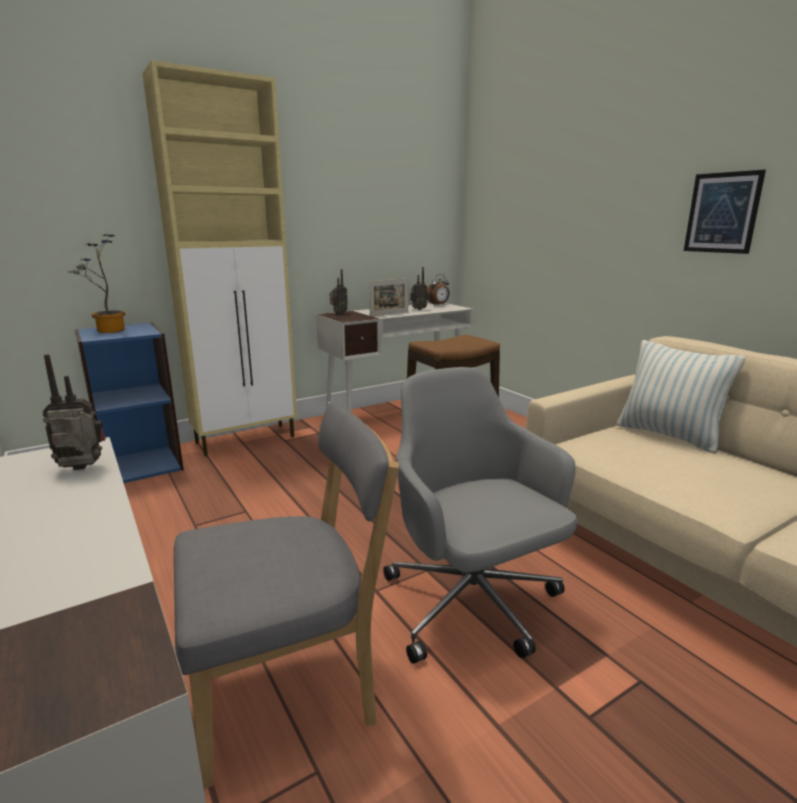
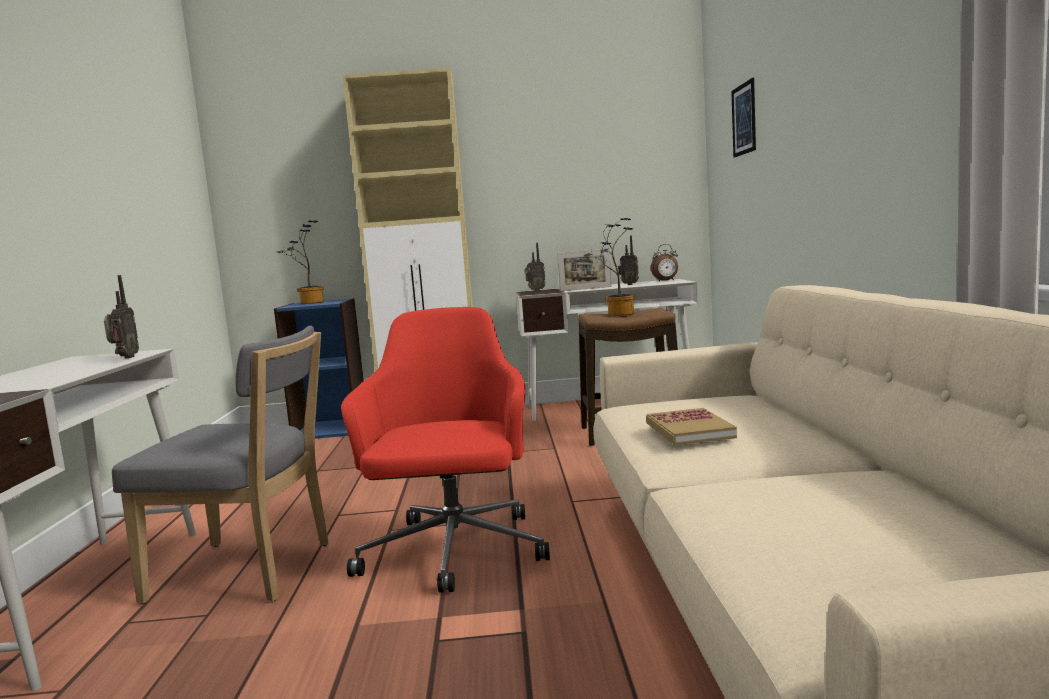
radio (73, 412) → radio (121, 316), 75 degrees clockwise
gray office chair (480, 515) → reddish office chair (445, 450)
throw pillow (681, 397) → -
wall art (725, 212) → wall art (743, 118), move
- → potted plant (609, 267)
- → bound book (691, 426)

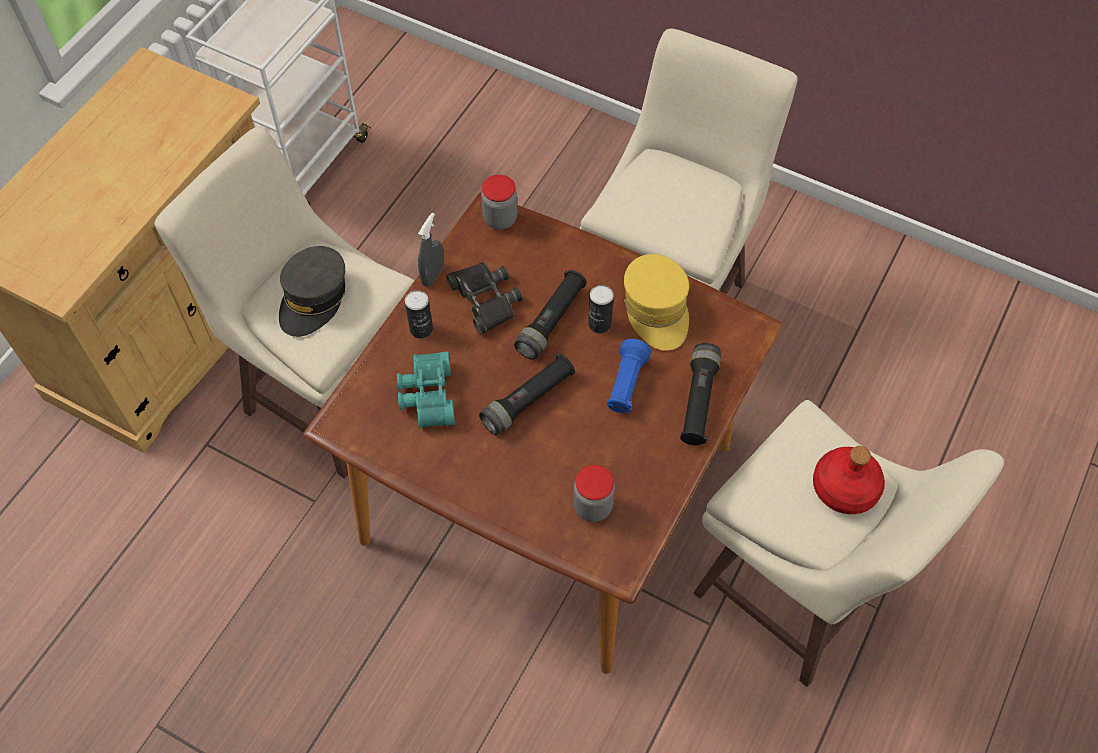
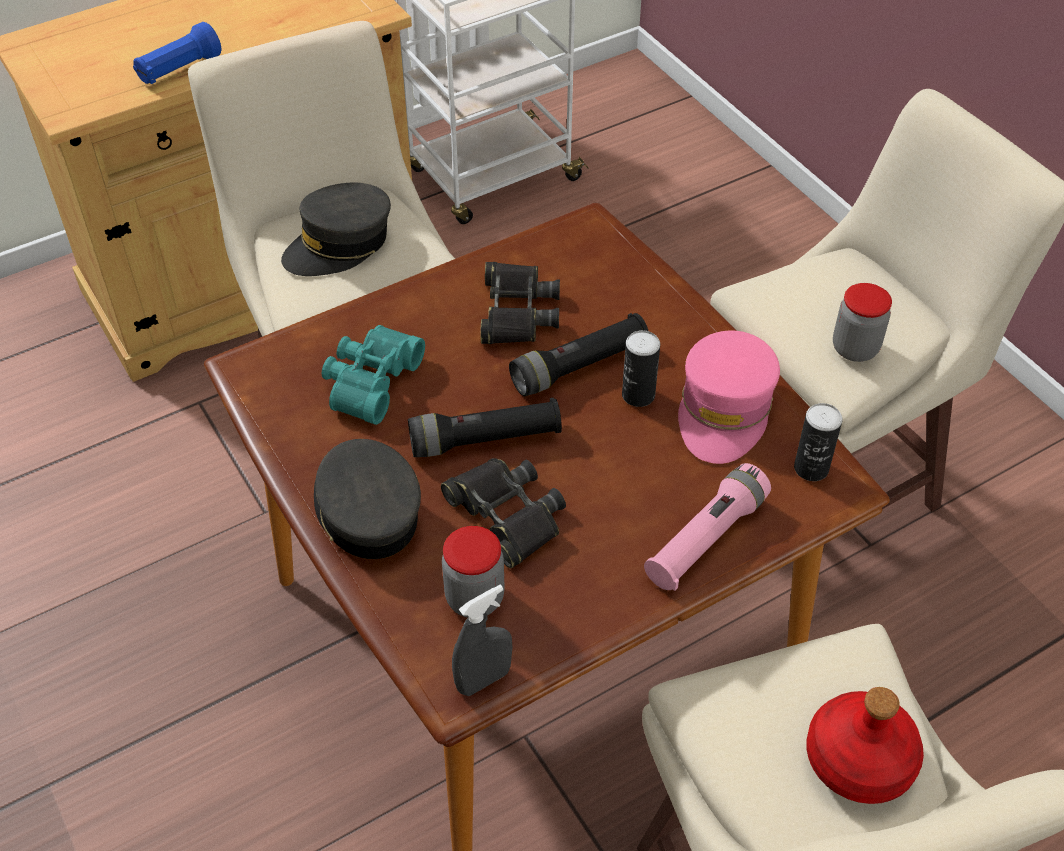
can (419, 314) → can (818, 442), move
gray spray bottle (431, 250) → gray spray bottle (482, 640), move
jar (499, 202) → jar (862, 322), move
blue-coloured torch (629, 376) → blue-coloured torch (177, 53), move
yellow-coloured peaked cap (656, 302) → pink-coloured peaked cap (729, 397)
blackish torch (700, 394) → pink-coloured torch (707, 527)
- → gray peaked cap (367, 499)
- → blackish binoculars (503, 513)

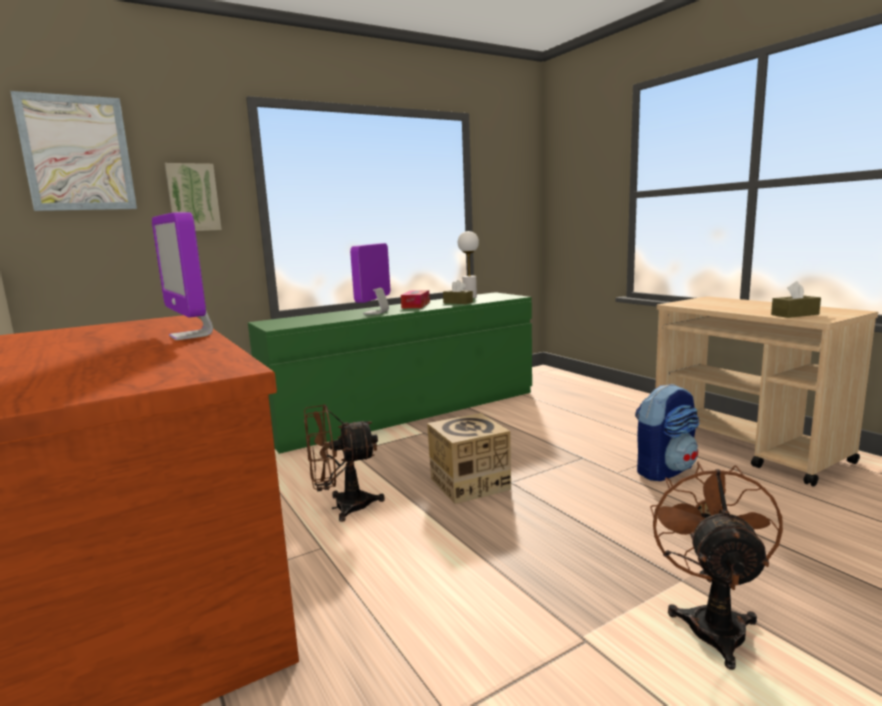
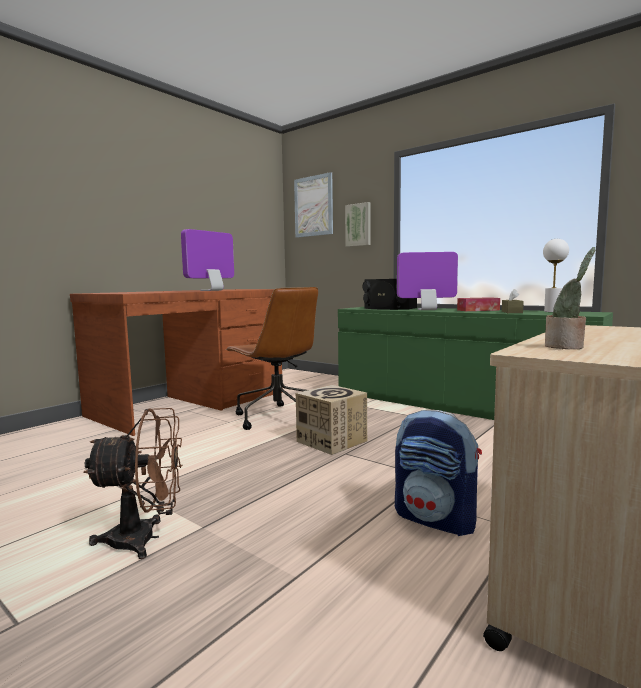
brown cooling fan (344, 463) → brown office chair (272, 358)
brown tissue box (796, 299) → potted plant (570, 298)
- → blackish speaker (389, 294)

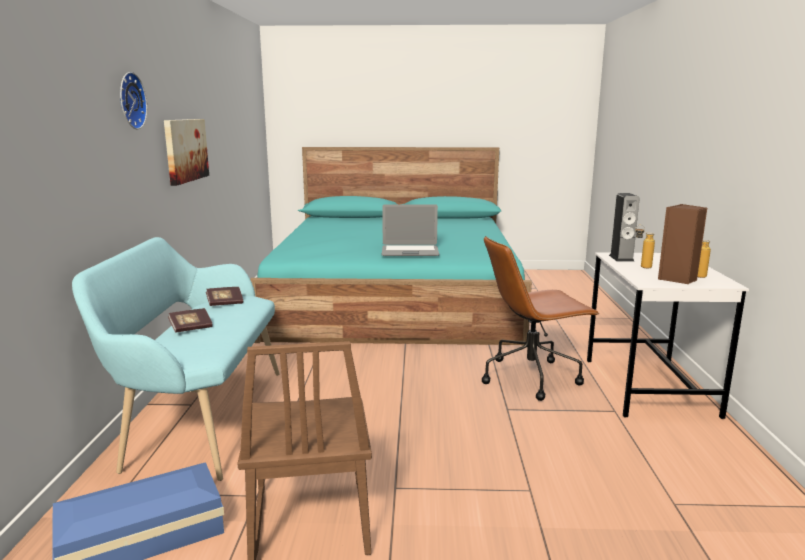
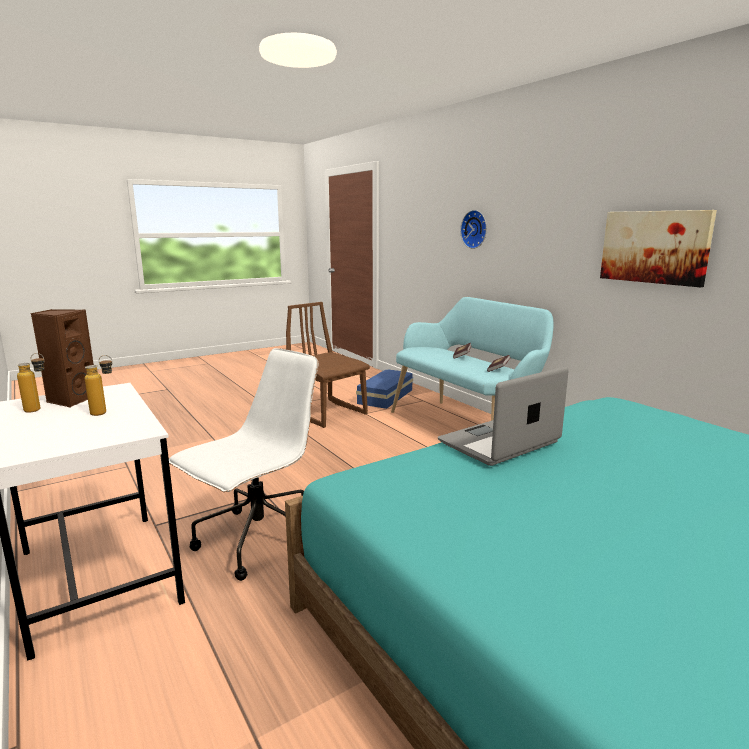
clock on the wall (133, 100) → clock on the wall (473, 229), move
brown office chair (541, 318) → white office chair (243, 464)
speaker (624, 227) → -

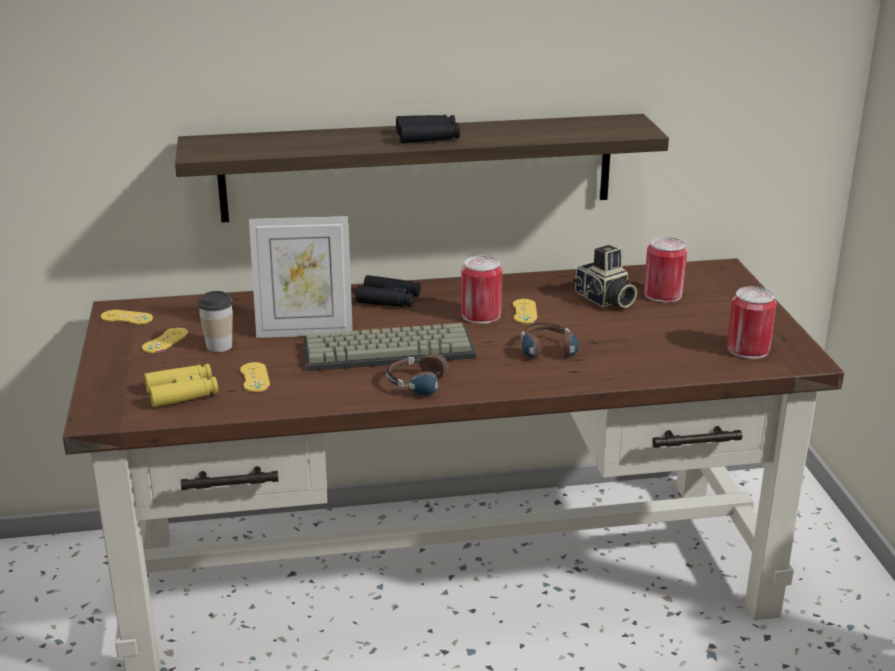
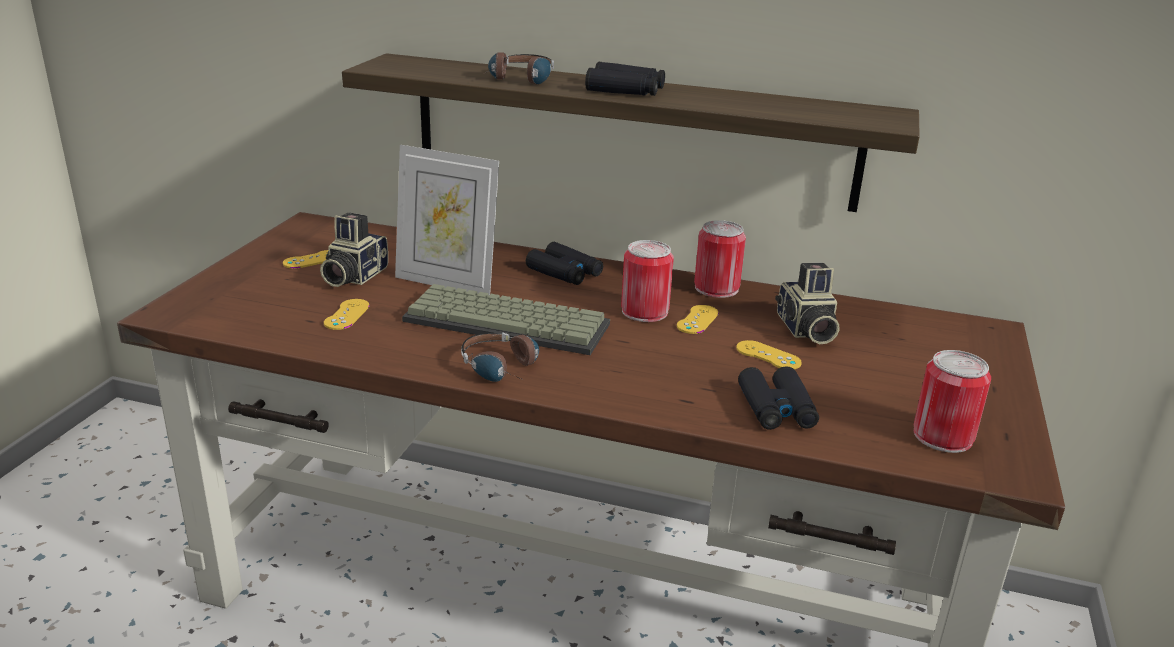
yellow-coloured game controller (127, 317) → yellow-coloured game controller (769, 354), move
yellow-coloured binoculars (181, 385) → -
drinking cup (215, 321) → still camera (354, 249)
pair of headphones (550, 343) → pair of headphones (519, 68), move
can (665, 270) → can (720, 259), move
- → blackish binoculars (778, 398)

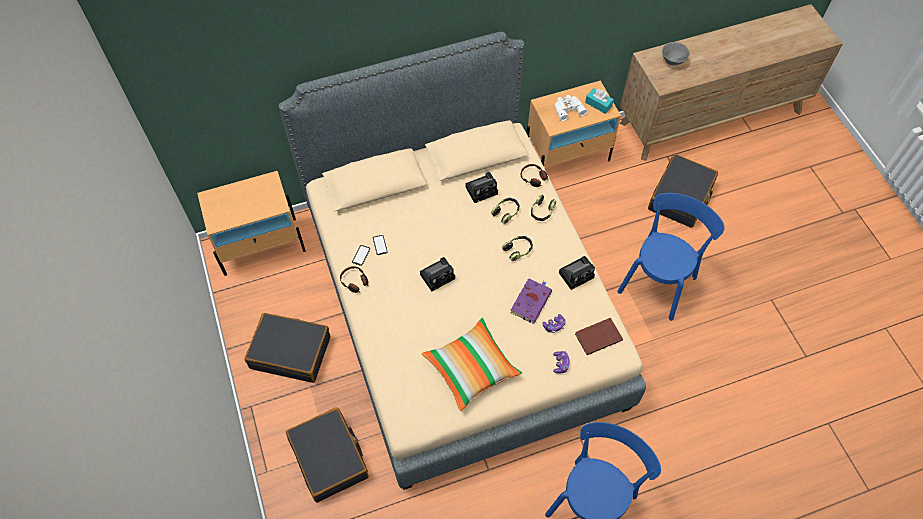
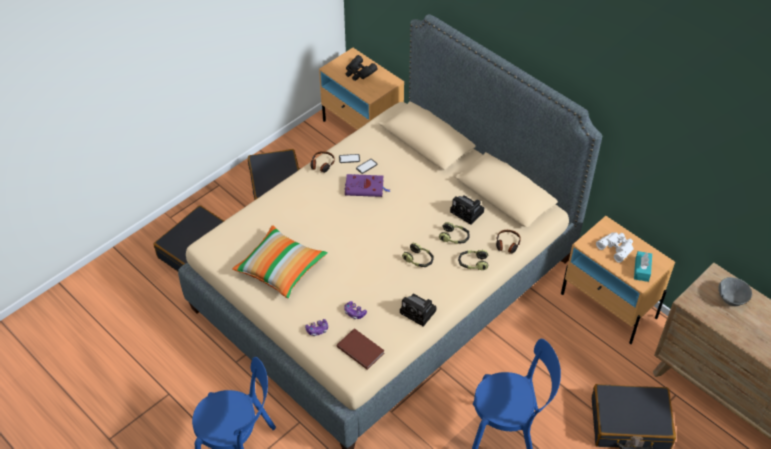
still camera (437, 274) → -
purplish bound book (531, 301) → purplish bound book (367, 185), move
- → blackish binoculars (362, 68)

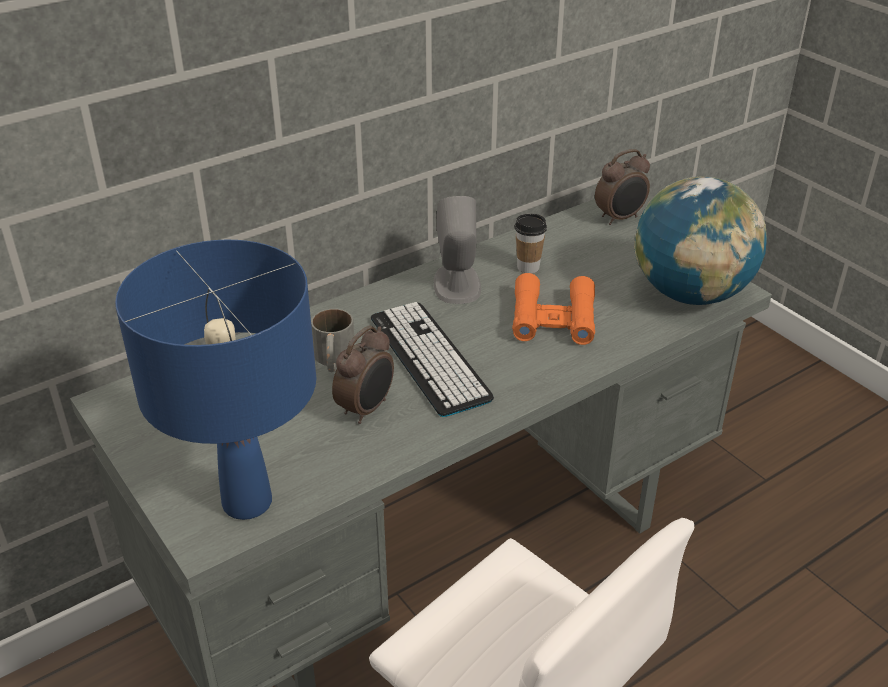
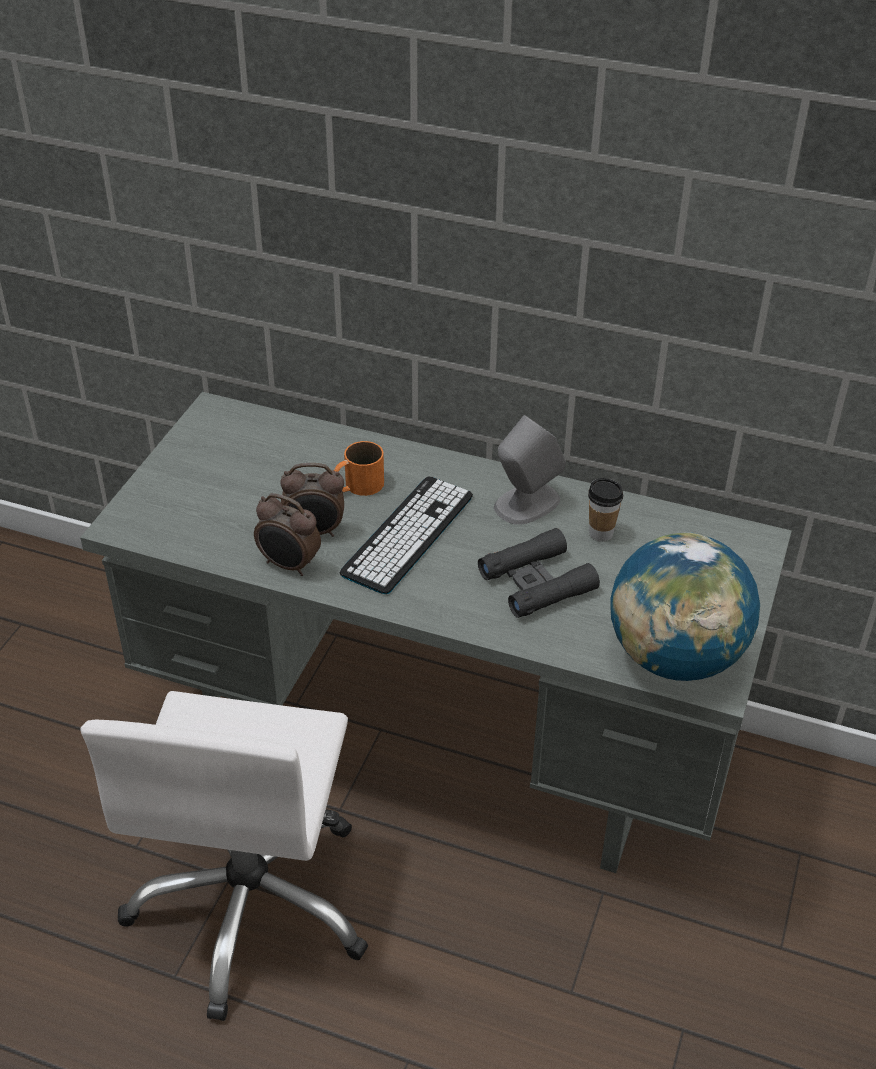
blue-coloured tabletop lamp (215, 380) → -
gray coffee mug (333, 340) → orange coffee mug (358, 468)
orange binoculars (553, 309) → blackish binoculars (539, 573)
alarm clock (622, 187) → alarm clock (287, 534), move

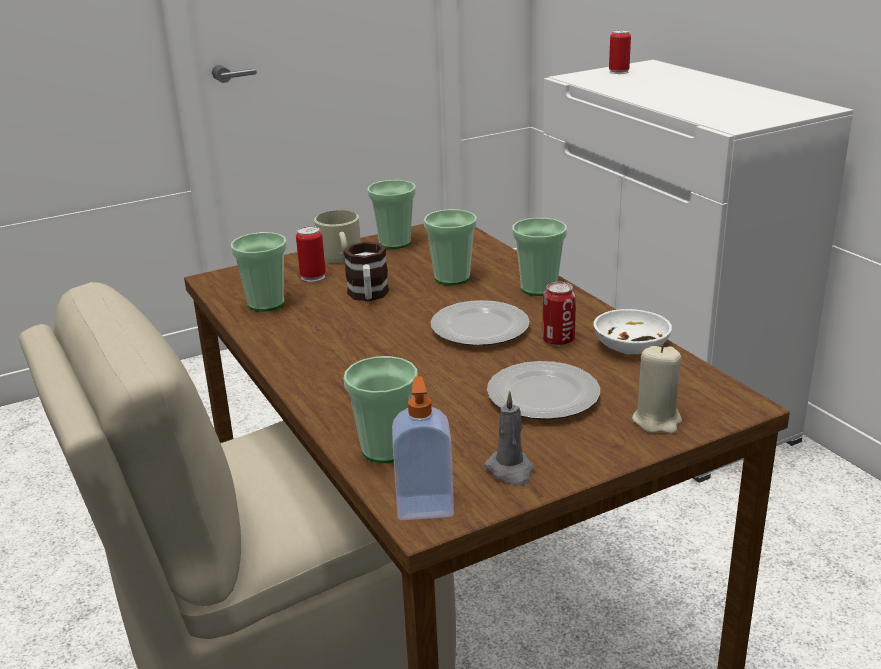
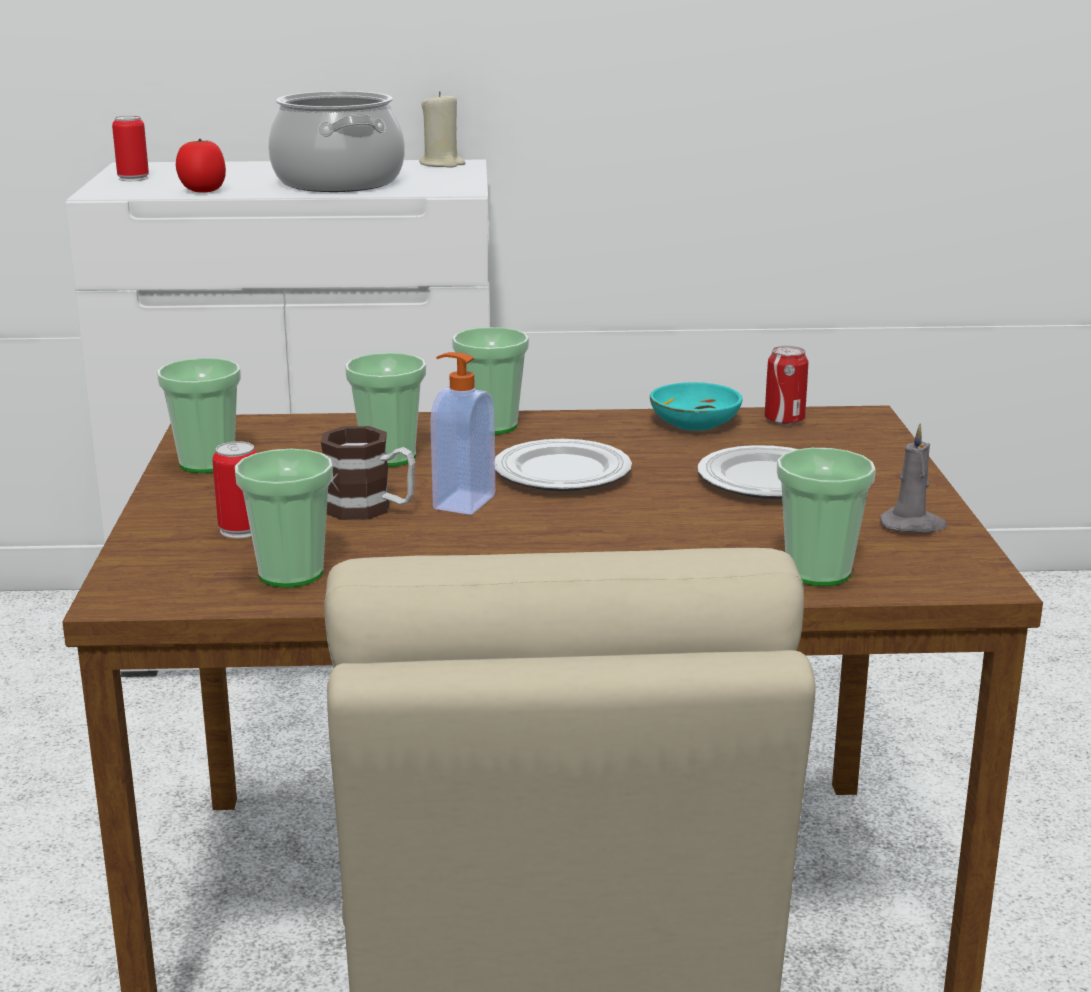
beige-coloured coffee mug (337, 236) → -
soap dispenser (423, 448) → soap dispenser (462, 433), move
can (559, 314) → can (786, 385), move
white serving bowl (632, 331) → blue-green serving bowl (696, 406)
beige-coloured wax light (657, 389) → beige-coloured wax light (442, 129), move
- → fresh tomato (201, 166)
- → stockpot (336, 141)

